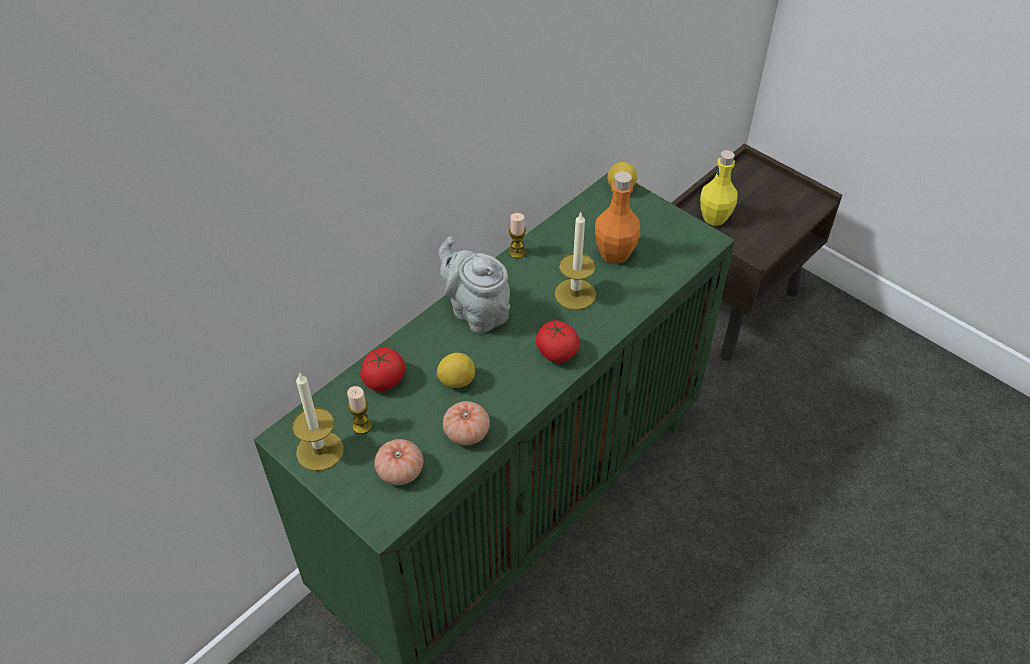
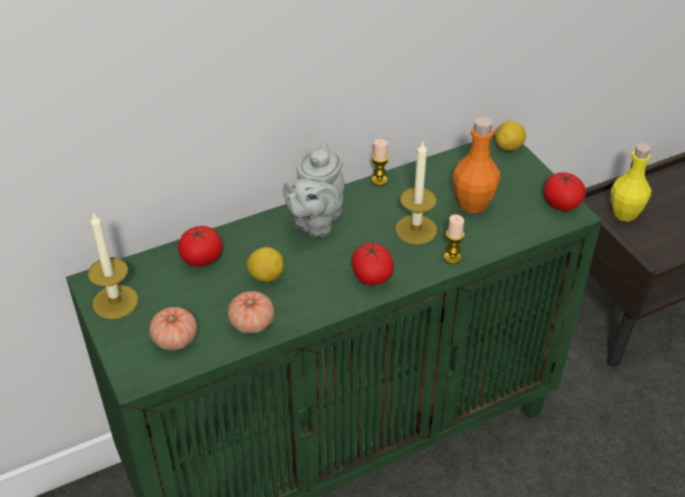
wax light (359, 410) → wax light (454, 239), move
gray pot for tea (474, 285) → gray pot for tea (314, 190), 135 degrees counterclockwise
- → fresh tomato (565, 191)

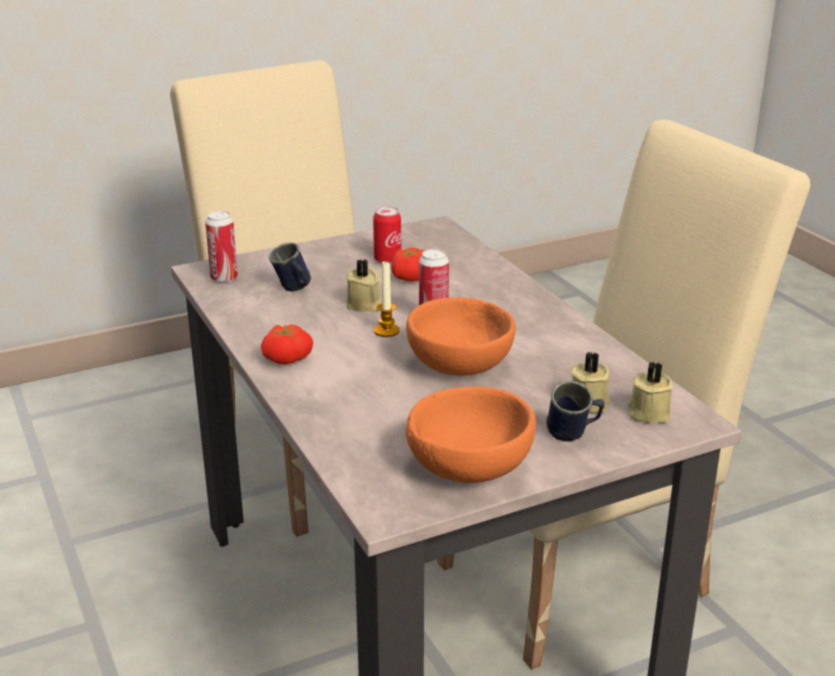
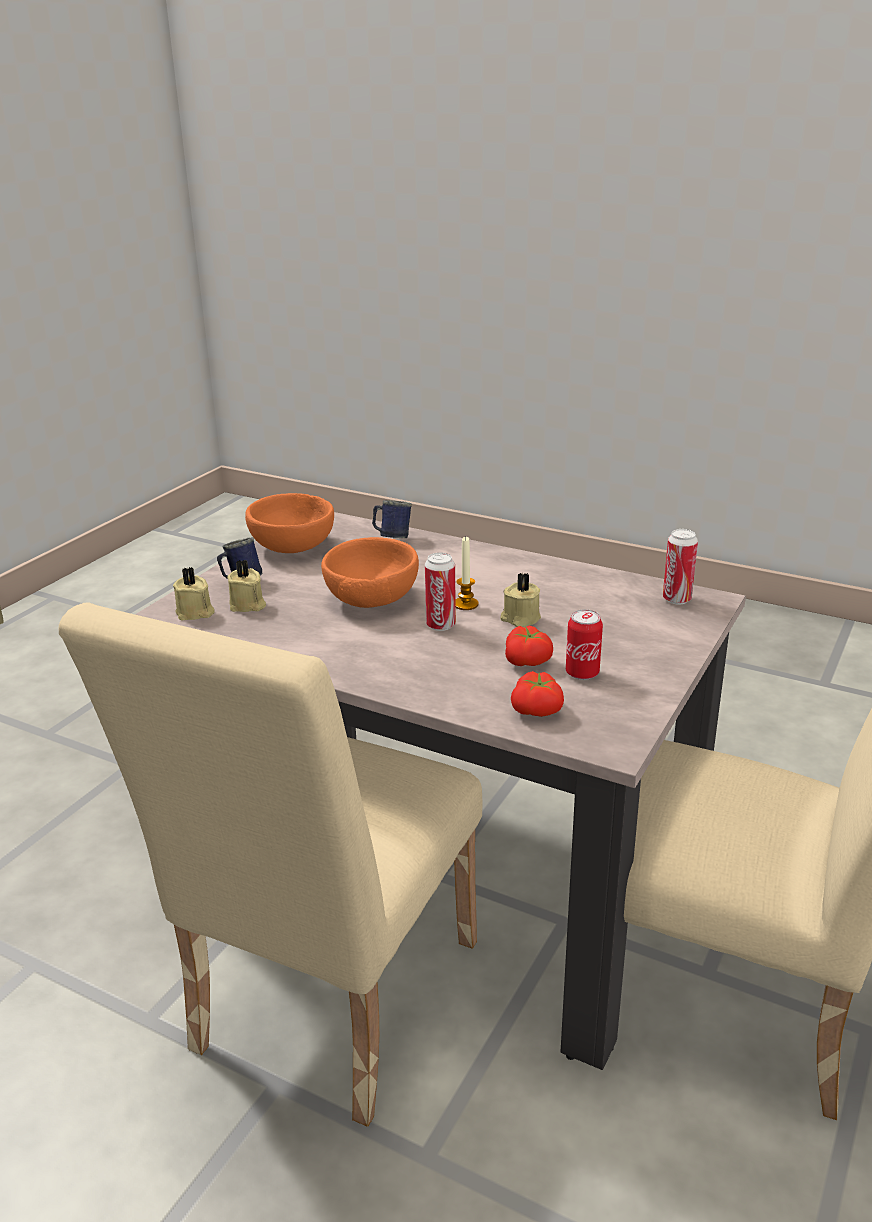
fresh tomato (287, 344) → fresh tomato (537, 694), move
blue-coloured coffee mug (290, 267) → blue-coloured coffee mug (392, 519), move

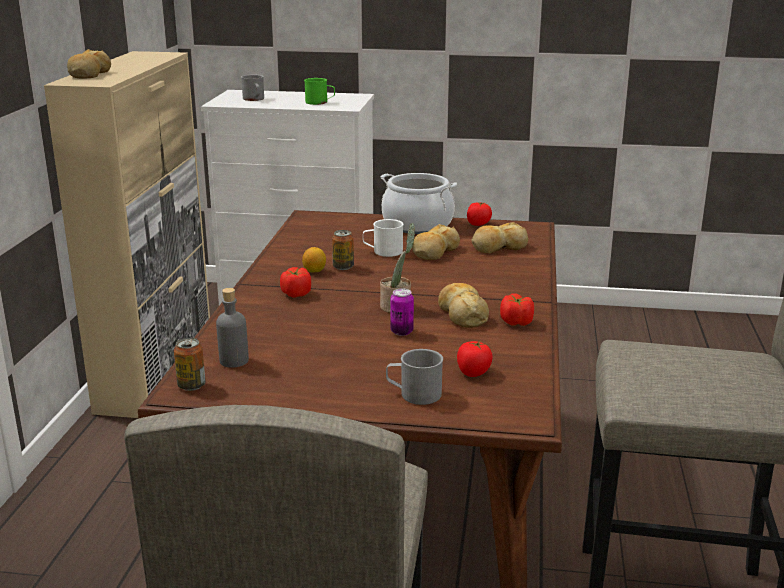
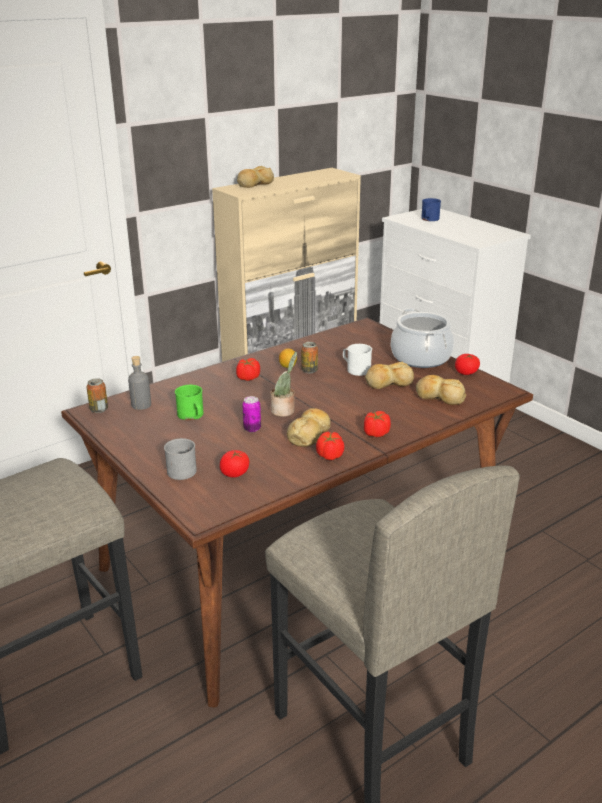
gray coffee mug (252, 88) → blue-coloured coffee mug (431, 209)
green-coloured coffee mug (319, 91) → green-coloured coffee mug (189, 403), move
- → fresh tomato (377, 424)

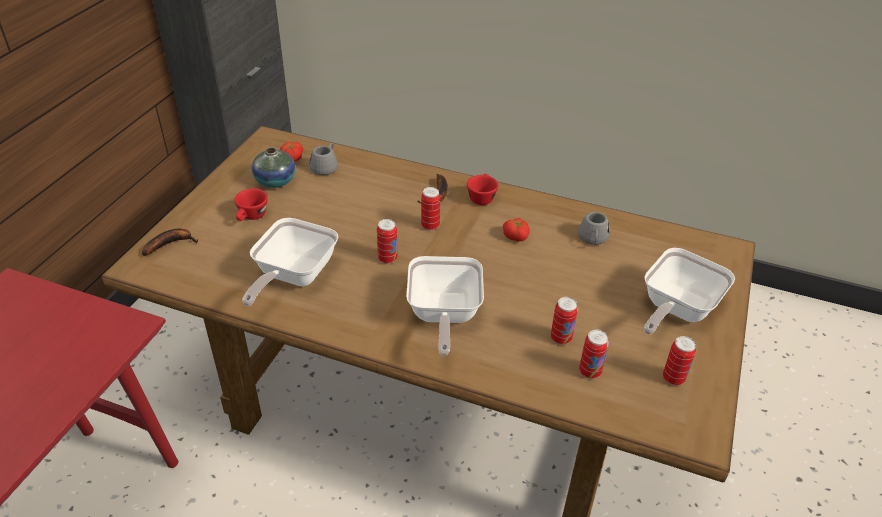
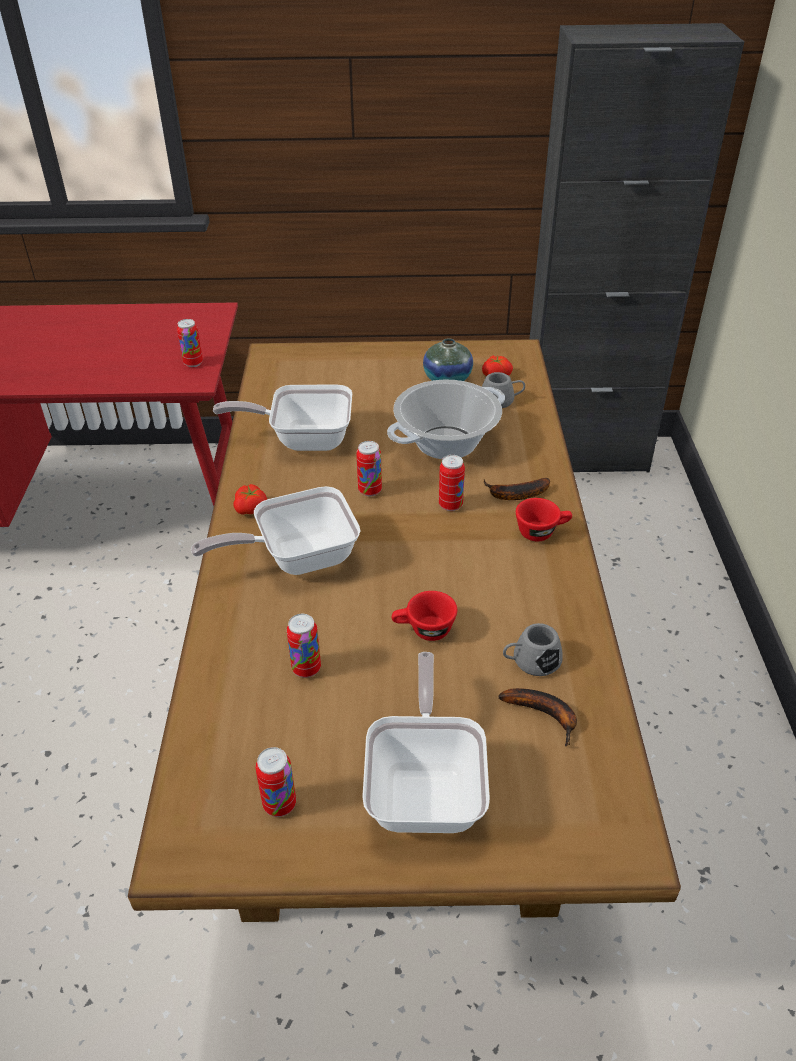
banana fruit (170, 242) → banana fruit (537, 717), move
reddish drinking cup (251, 204) → reddish drinking cup (424, 616), move
fresh tomato (516, 230) → fresh tomato (250, 499), move
can (594, 354) → can (190, 343), move
frying pan (689, 291) → frying pan (426, 742), 75 degrees clockwise
- → stockpot (446, 419)

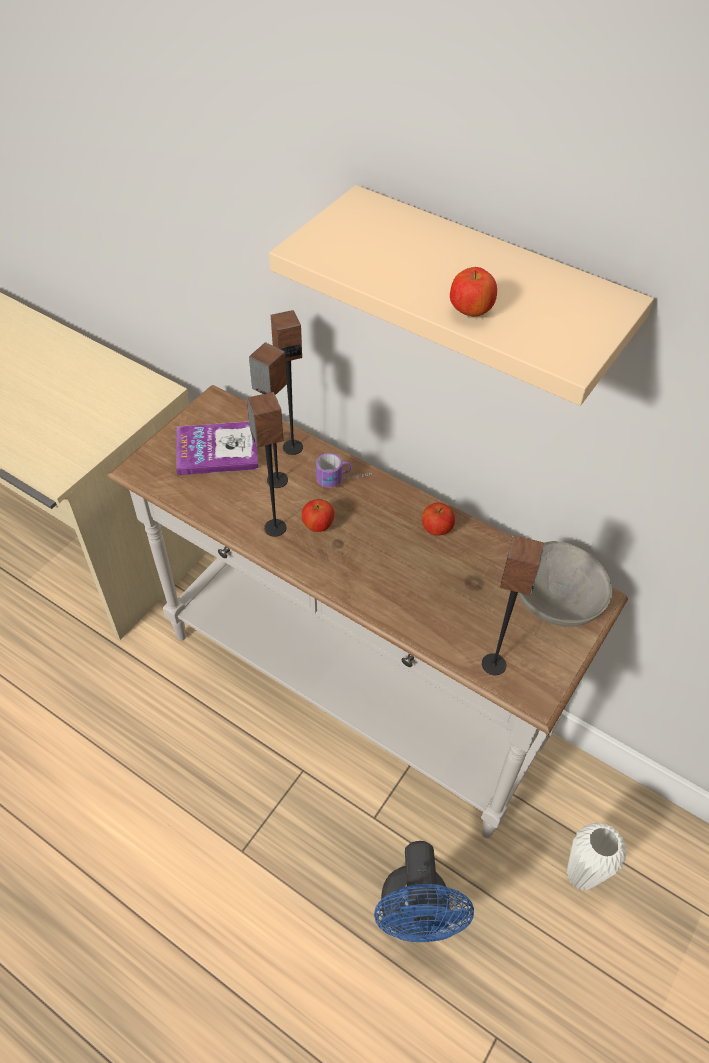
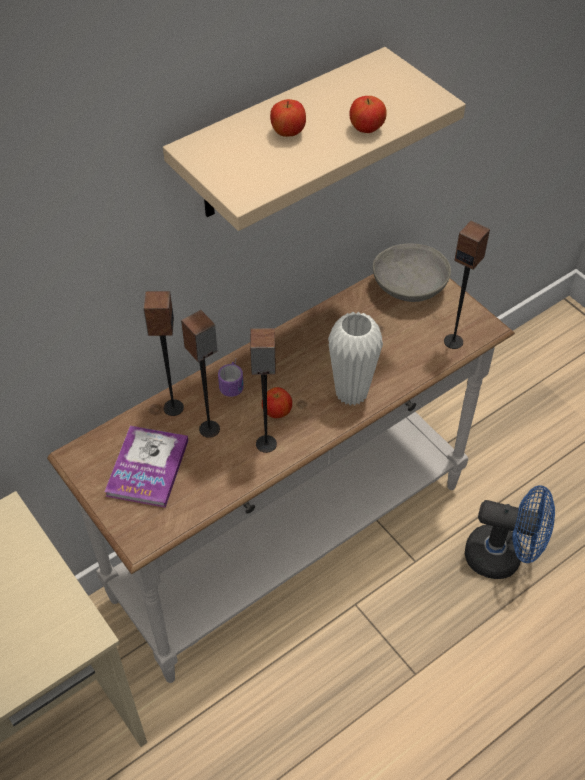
apple (438, 519) → apple (288, 118), move
white decorative vase (596, 856) → white decorative vase (355, 358), move

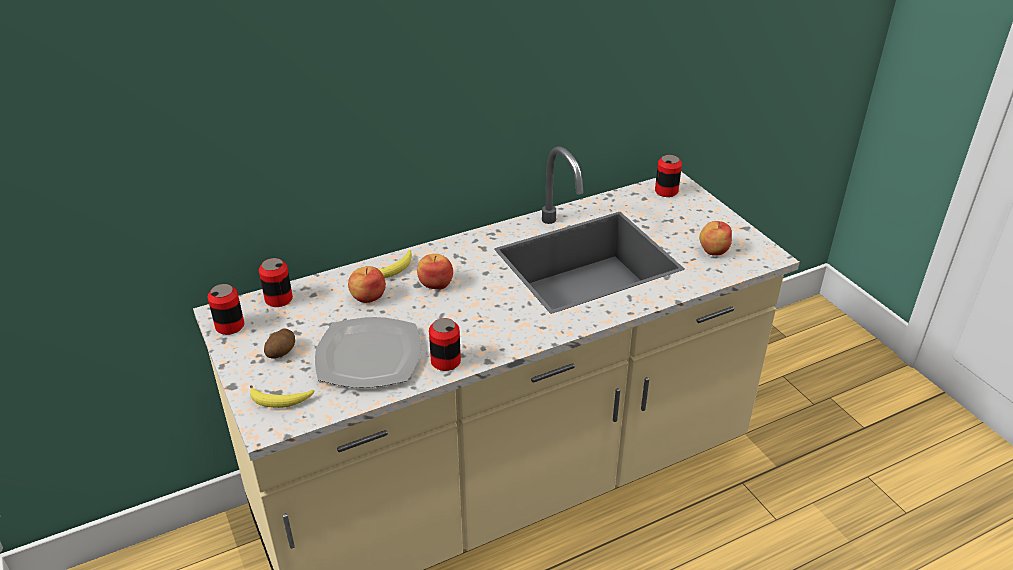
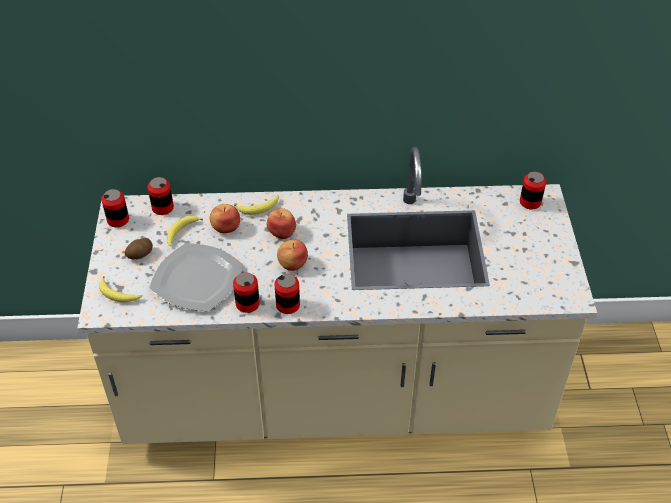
apple (715, 238) → apple (292, 255), move
- → banana fruit (185, 231)
- → can (287, 294)

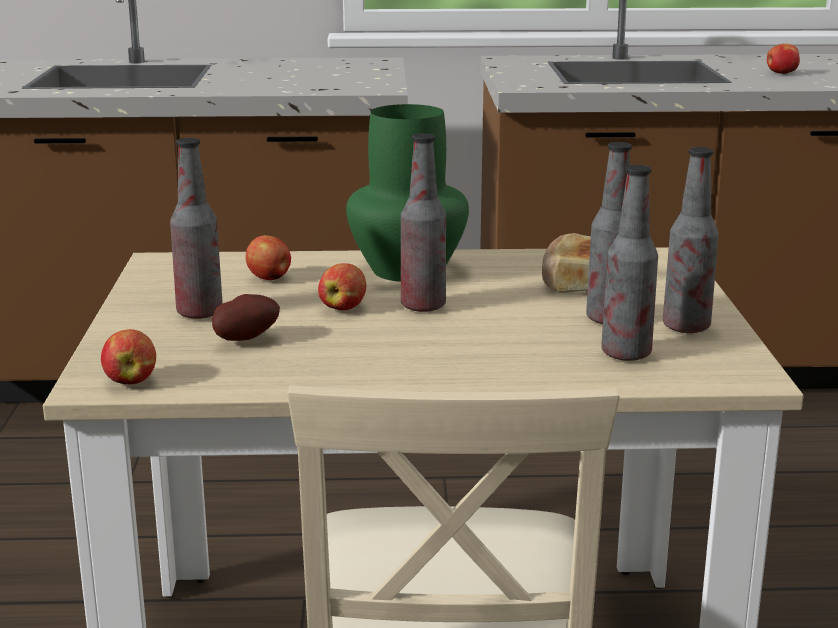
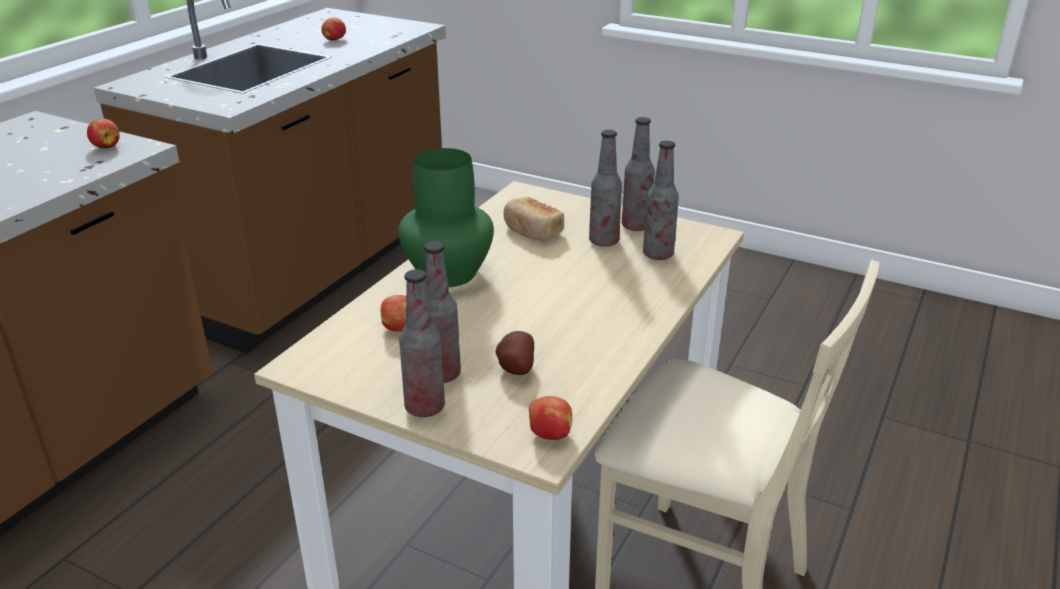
apple (342, 287) → apple (103, 133), move
bottle (423, 222) → bottle (422, 343), move

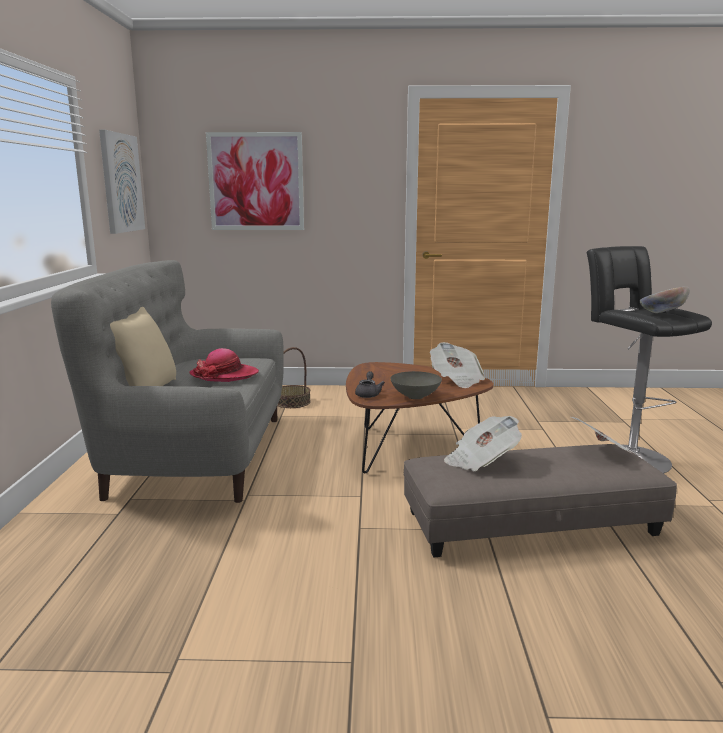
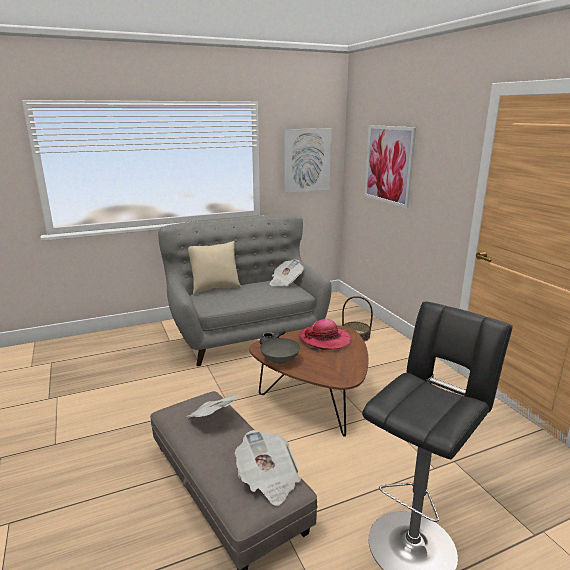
wearable hat (224, 365) → wearable hat (325, 334), move
daily paper (457, 365) → daily paper (286, 272), move
serving bowl (665, 300) → -

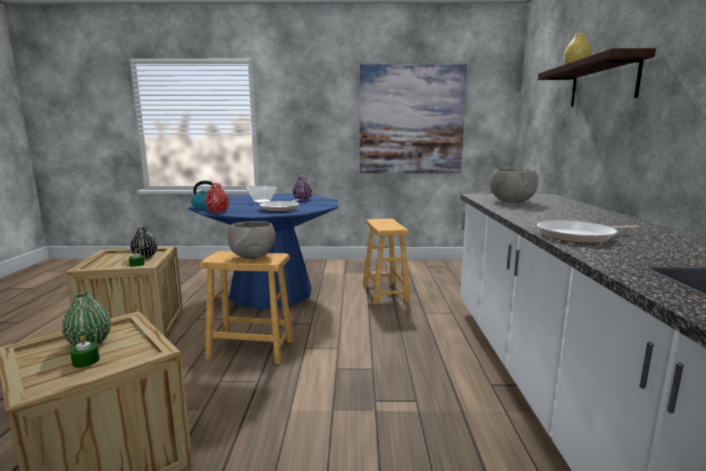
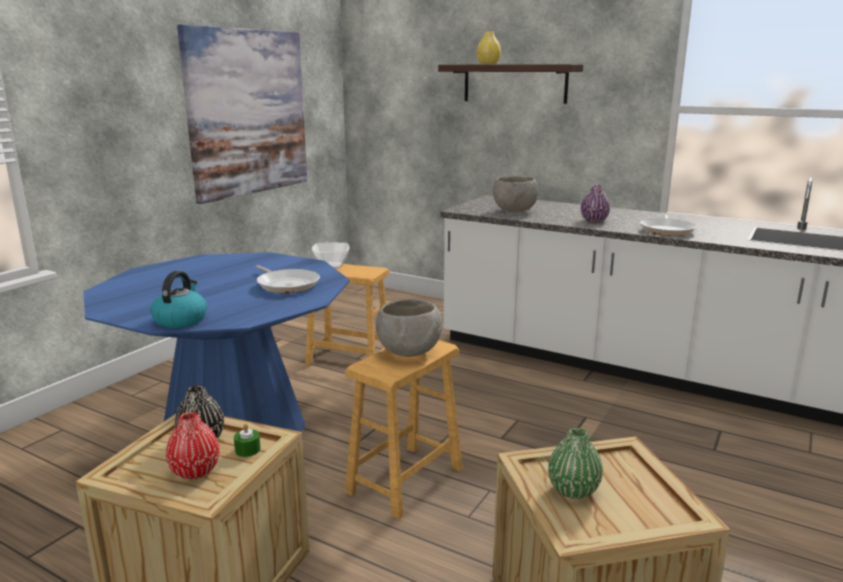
green-coloured wax light (85, 352) → -
reddish decorative vase (217, 198) → reddish decorative vase (193, 445), move
serving bowl (261, 194) → serving bowl (331, 255), move
purplish decorative vase (302, 188) → purplish decorative vase (595, 203), move

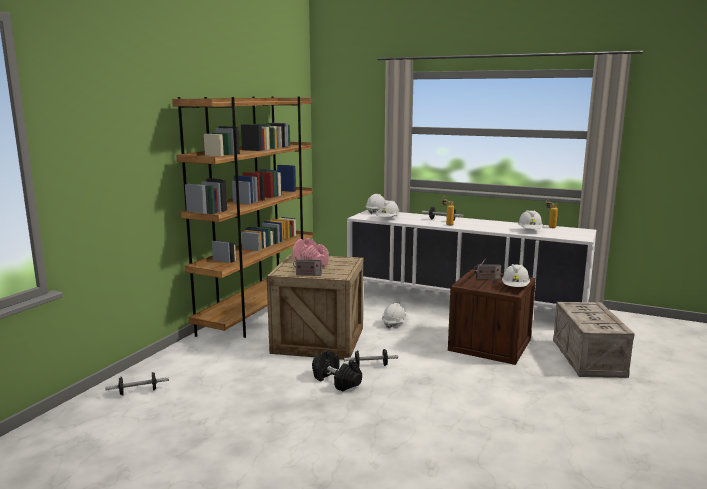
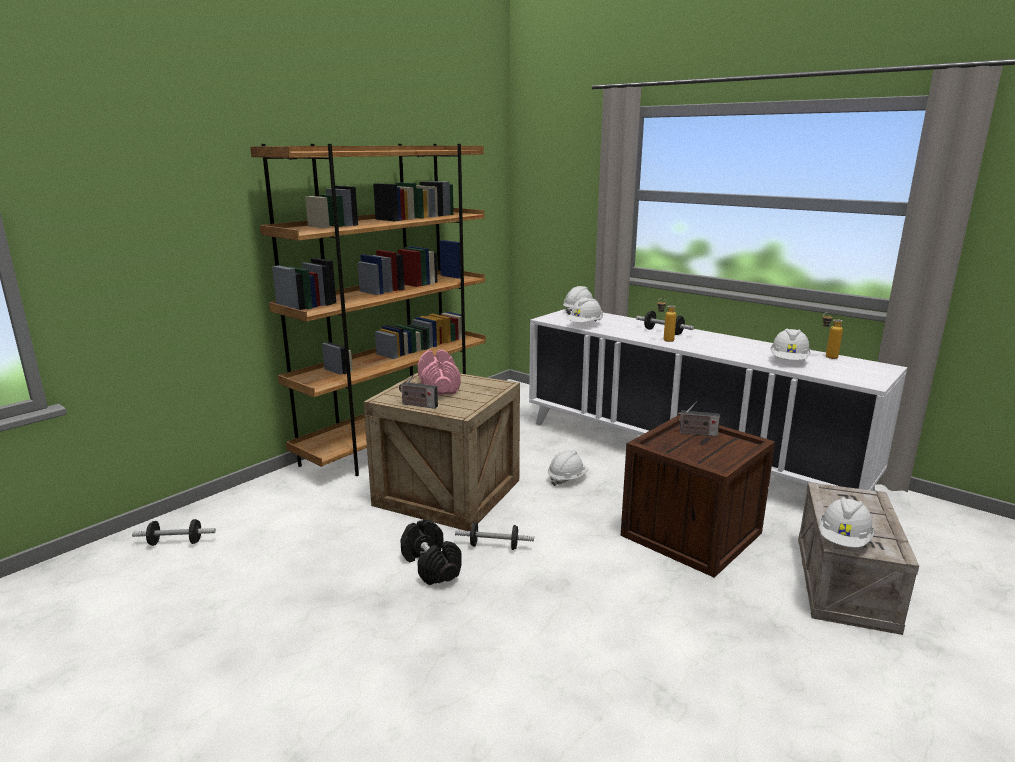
white safety helmet (516, 275) → white safety helmet (846, 522), move

